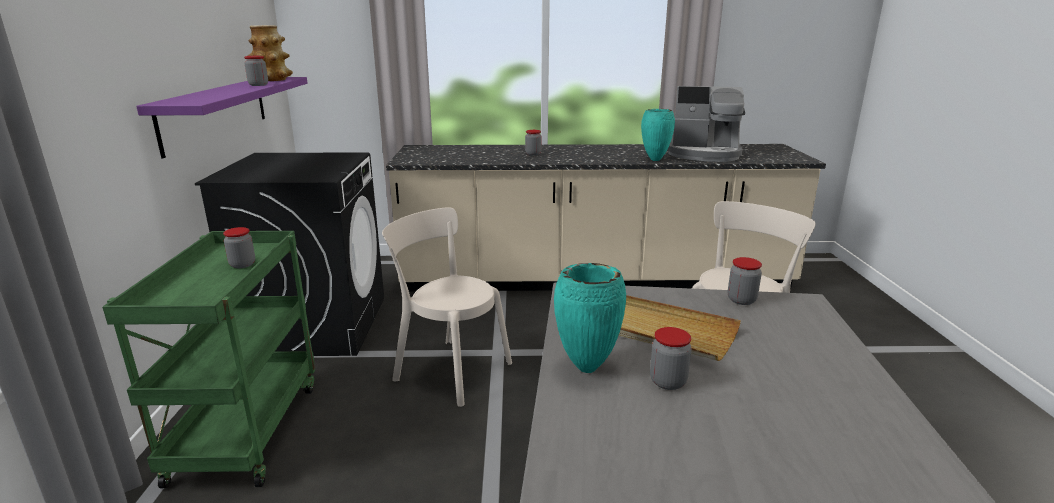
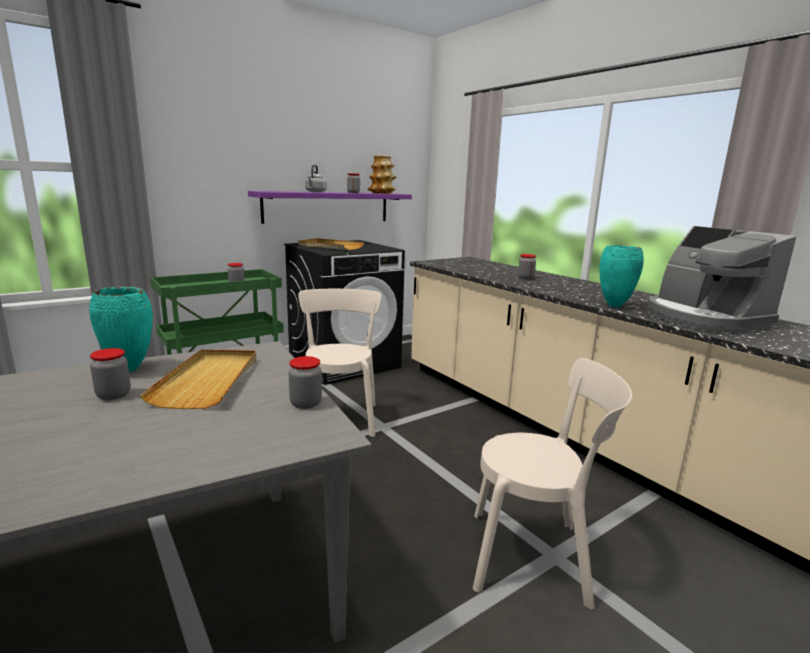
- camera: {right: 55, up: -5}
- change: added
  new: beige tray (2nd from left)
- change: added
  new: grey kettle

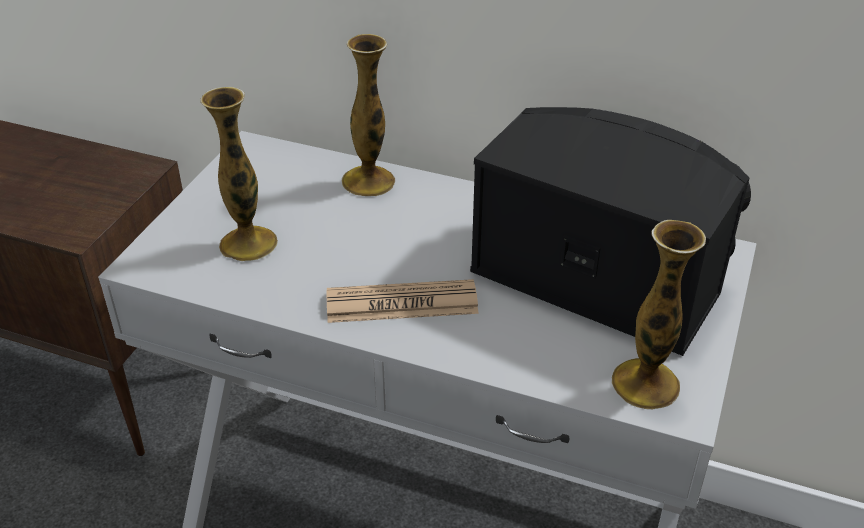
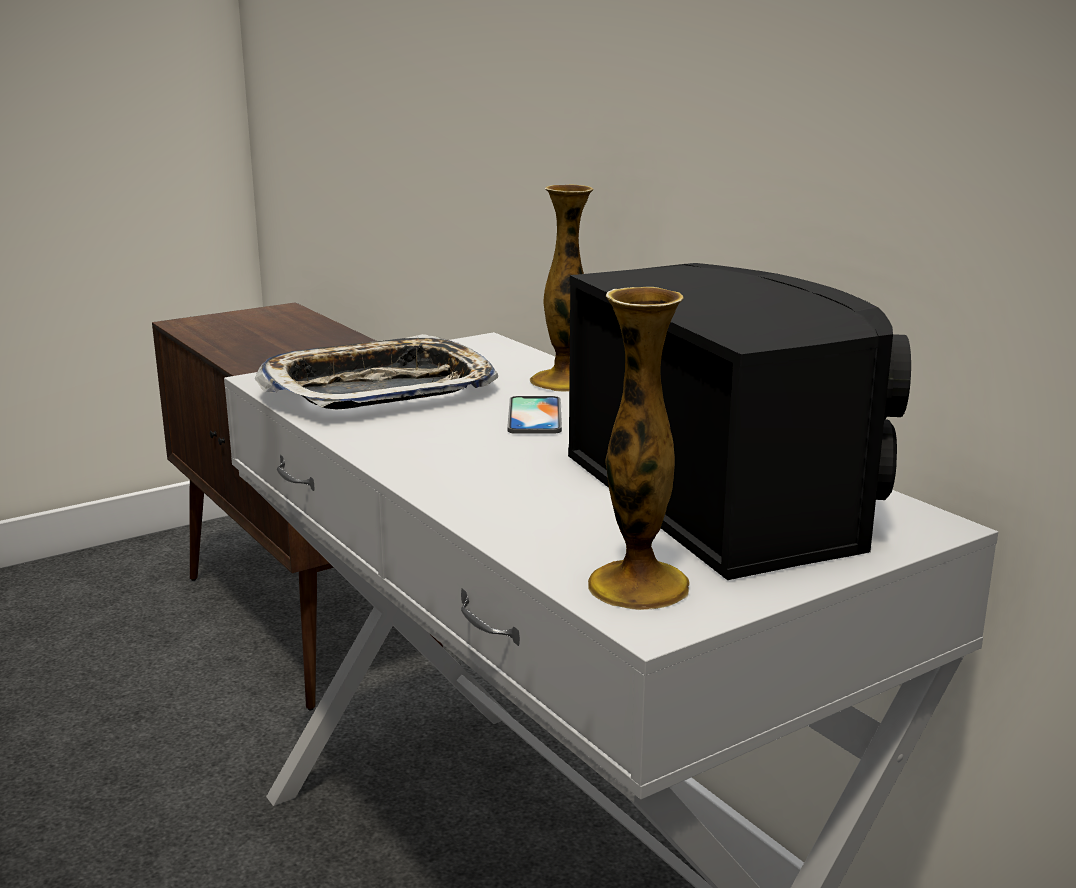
- camera: {right: 35, up: -20}
- change: replaced
  old: vase (1st from left)
  new: tray
- change: removed
  old: newspaper
- change: added
  new: phone

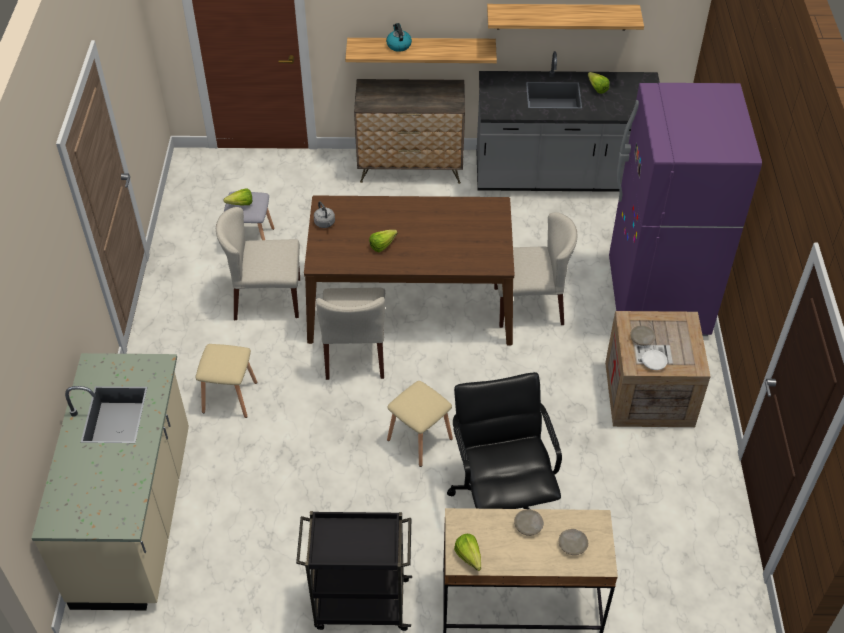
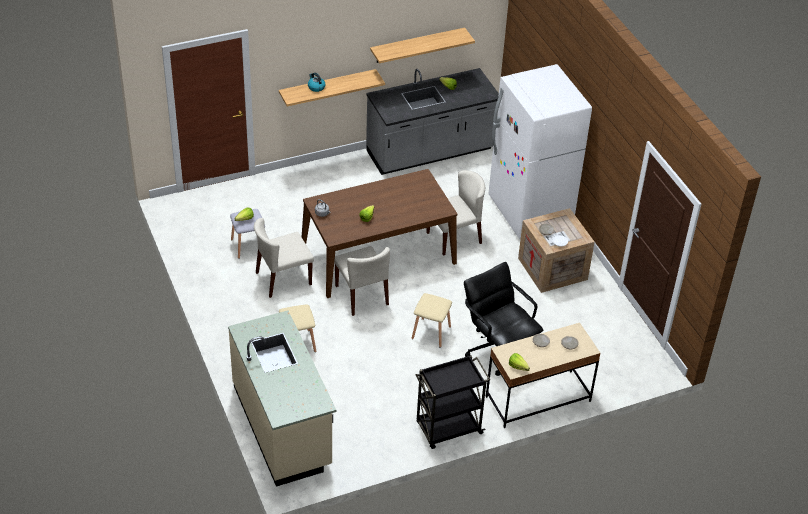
- camera: {right: -25, up: -5}
- change: removed
  old: dresser
- change: recoloured
  old: purple fridge
  new: white fridge

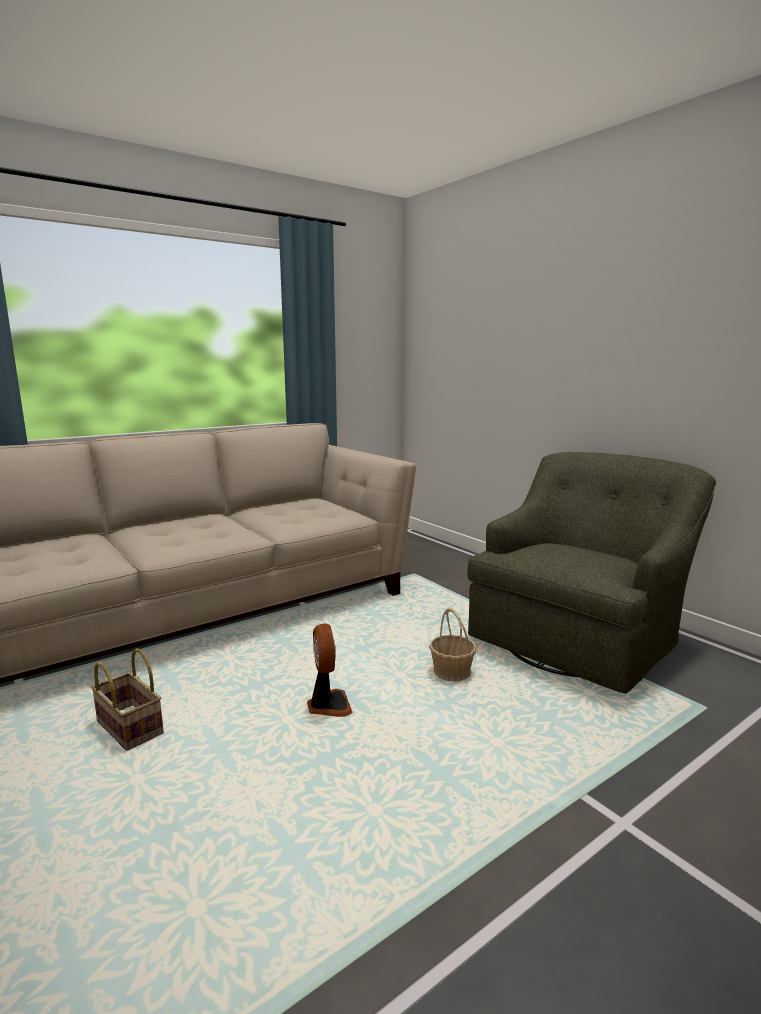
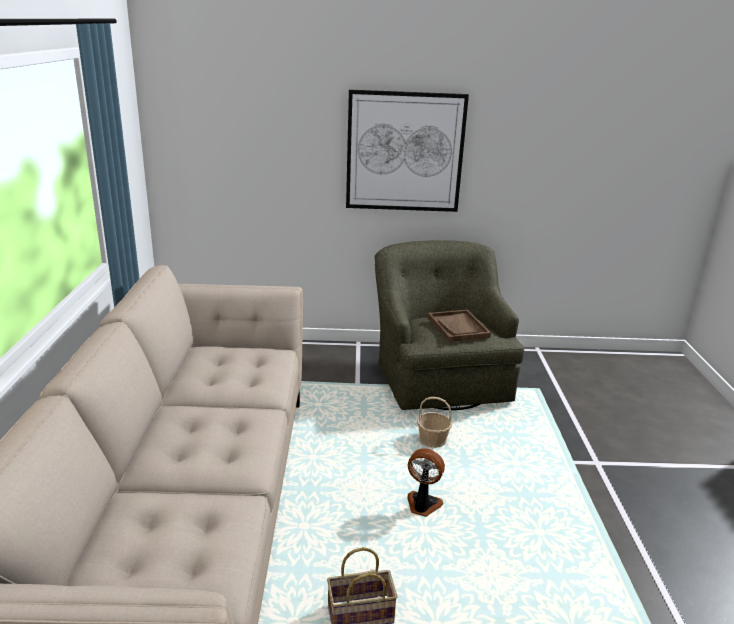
- camera: {right: -55, up: 10}
- change: added
  new: picture
- change: added
  new: brown tray

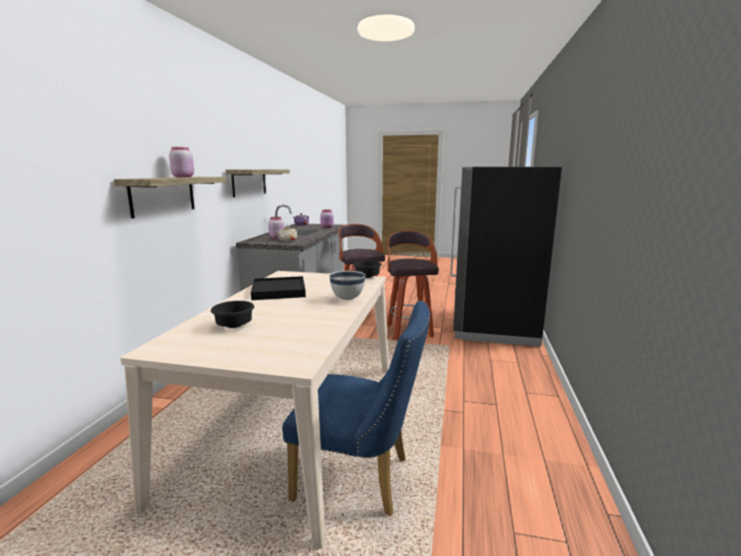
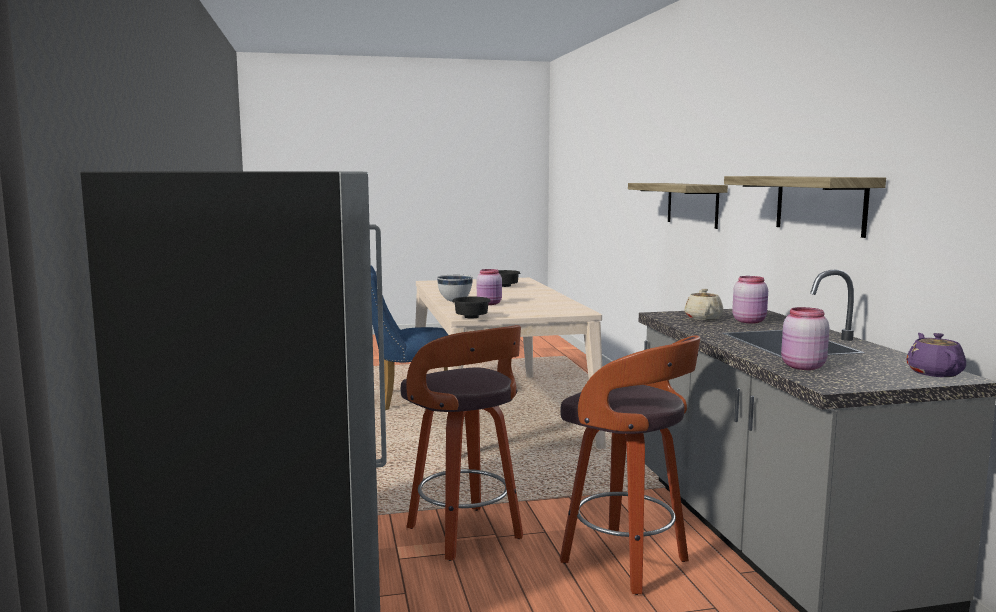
- camera: {right: 155, up: -5}
- change: moved
  old: pink jar (1st from left)
- change: removed
  old: black tray

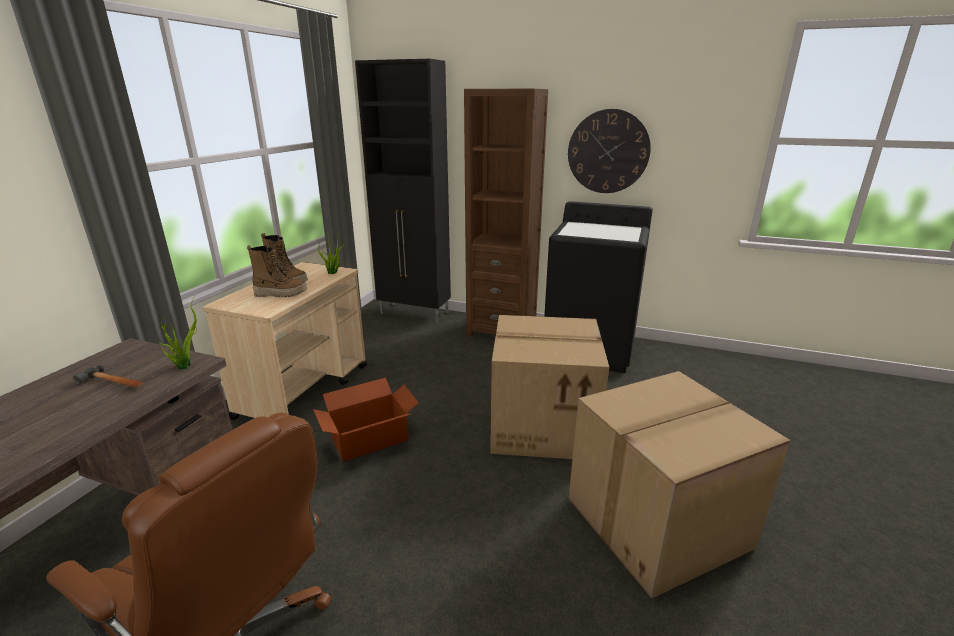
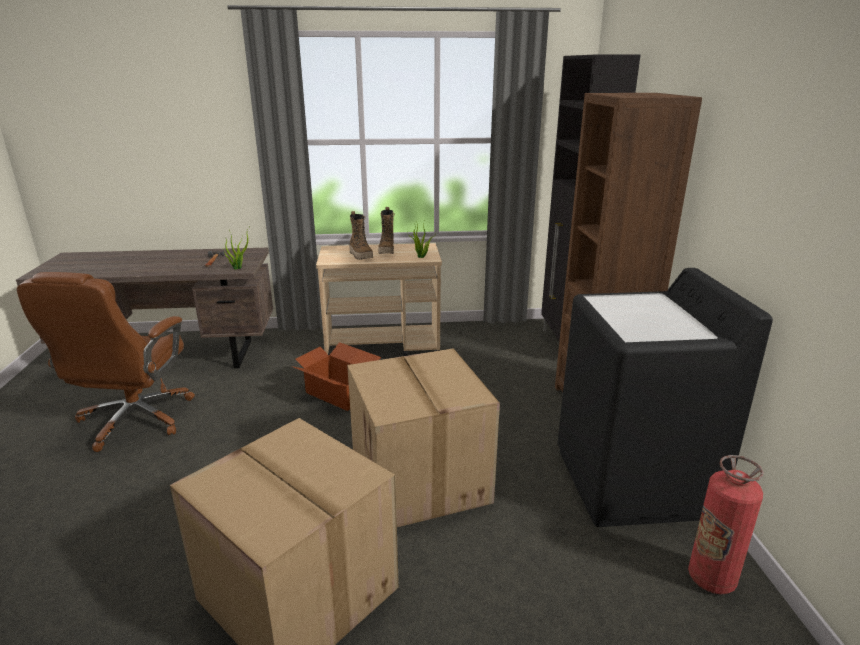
- camera: {right: 65, up: 0}
- change: removed
  old: wall clock
- change: added
  new: fire extinguisher

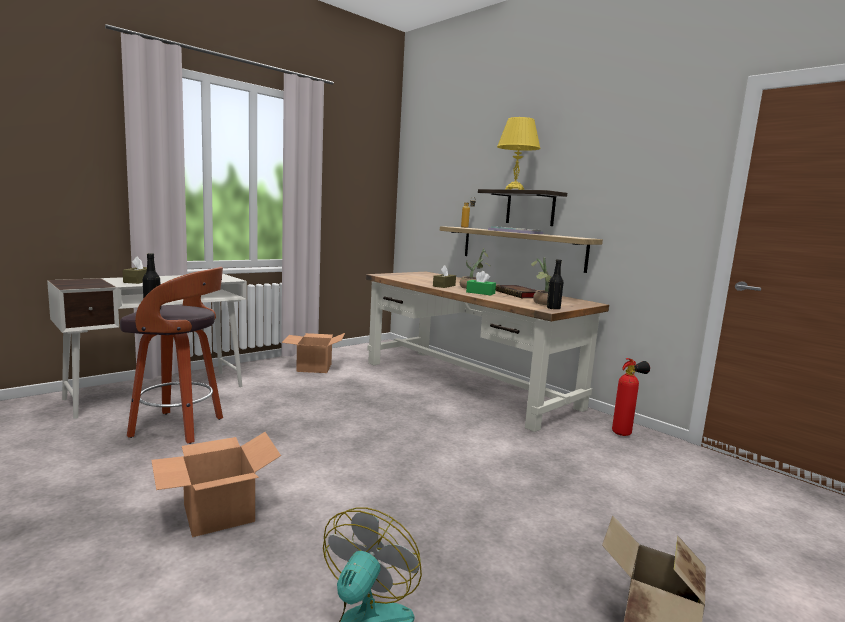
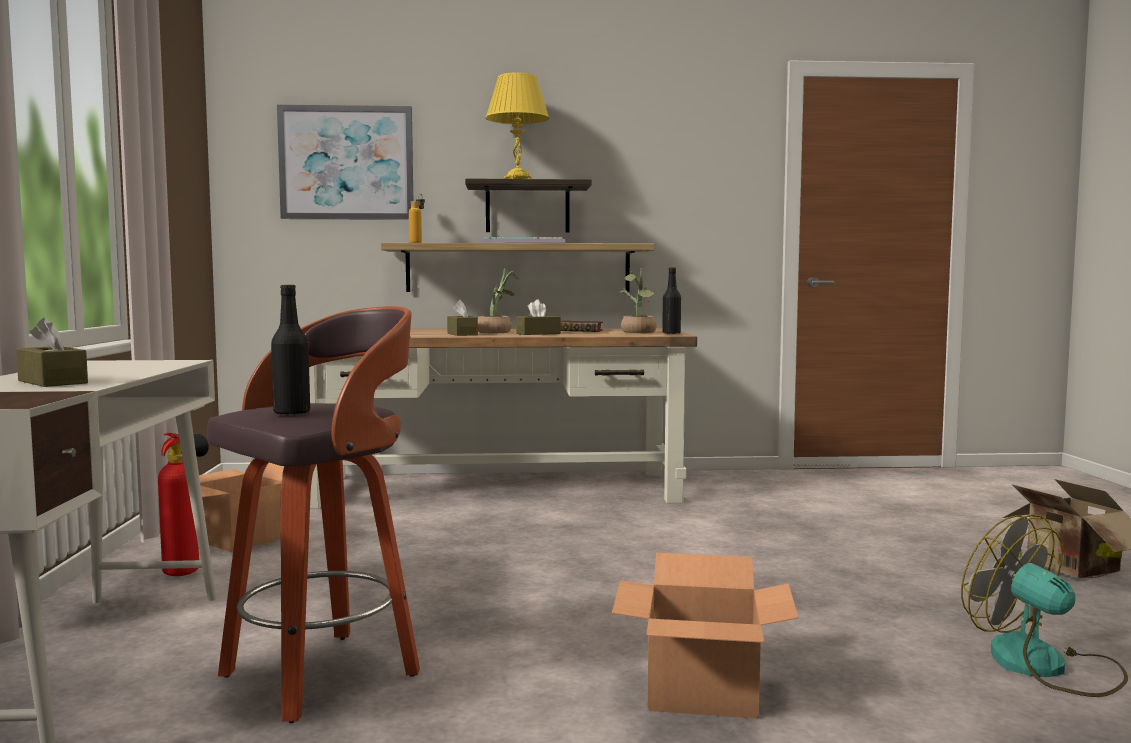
- camera: {right: -50, up: -5}
- change: recoloured
  old: green tissue box
  new: brown tissue box (3rd from left)
- change: moved
  old: fire extinguisher
- change: added
  new: picture

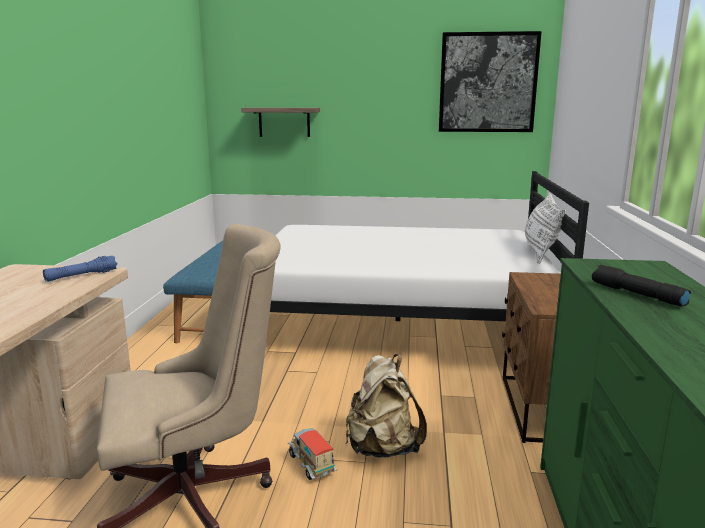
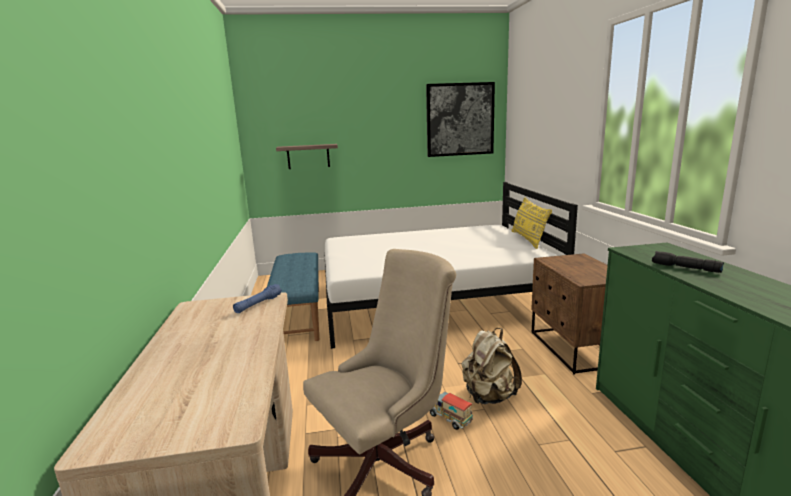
- camera: {right: -15, up: 0}
- change: recoloured
  old: white pillow
  new: yellow pillow

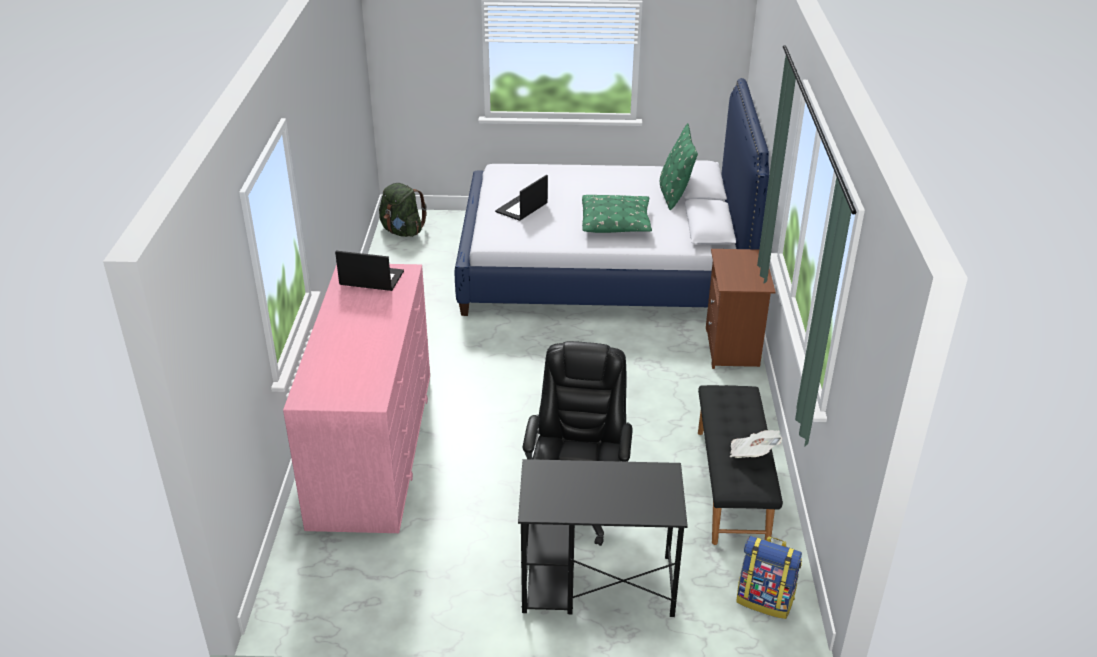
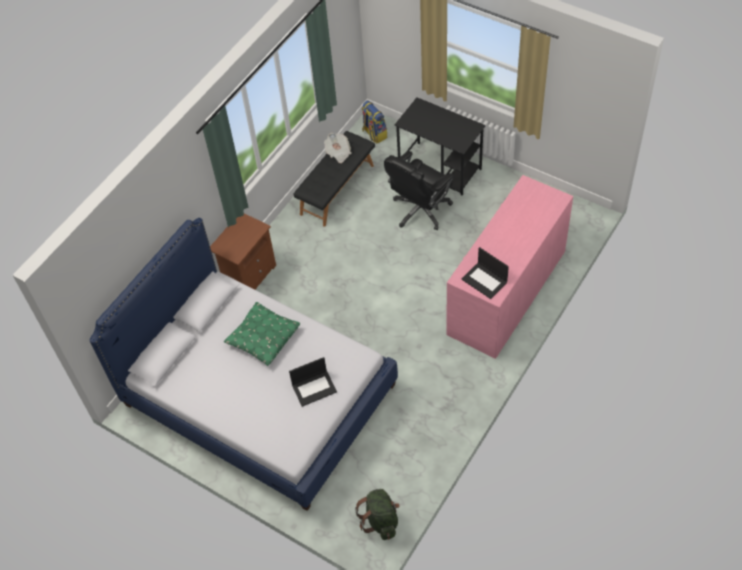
- camera: {right: -145, up: 20}
- change: removed
  old: green pillow (2nd from left)

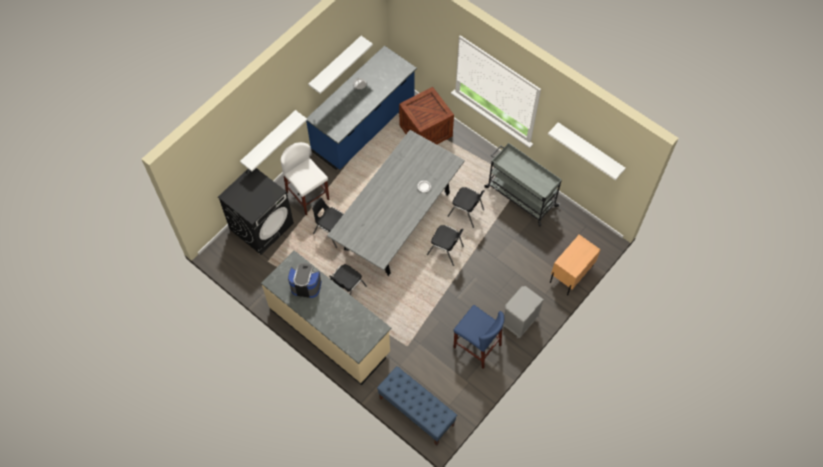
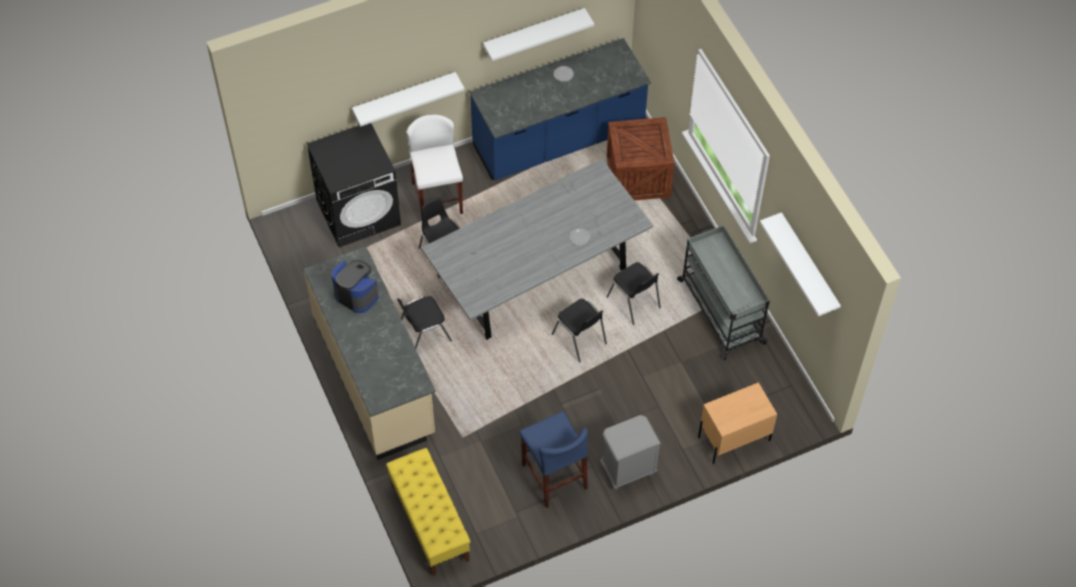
- camera: {right: 25, up: -5}
- change: recoloured
  old: blue bench
  new: yellow bench

